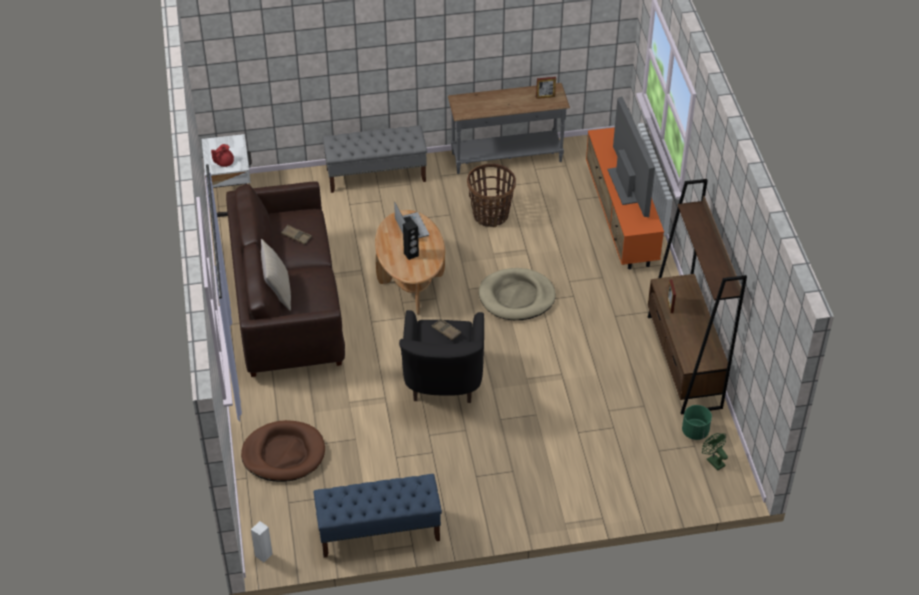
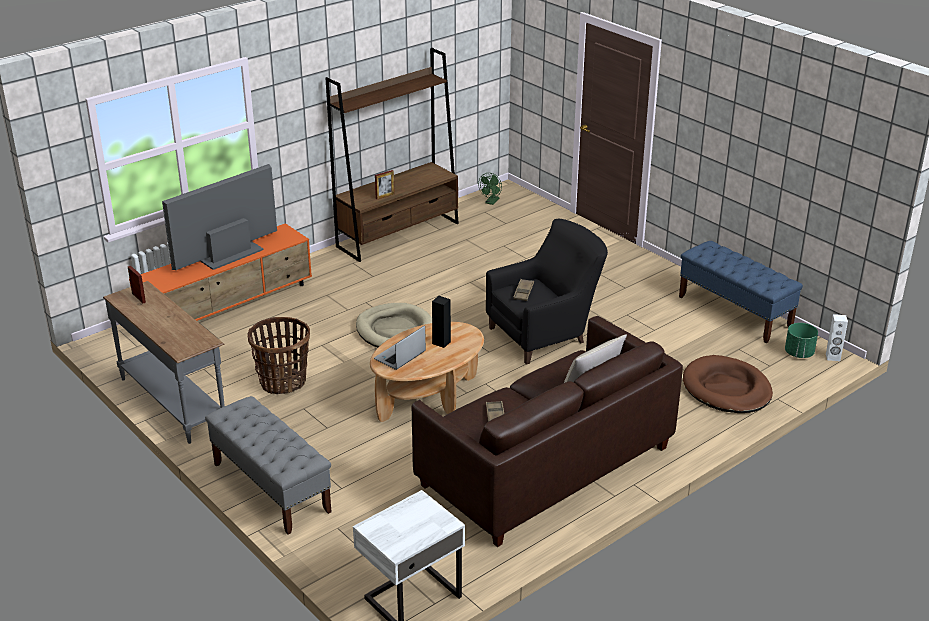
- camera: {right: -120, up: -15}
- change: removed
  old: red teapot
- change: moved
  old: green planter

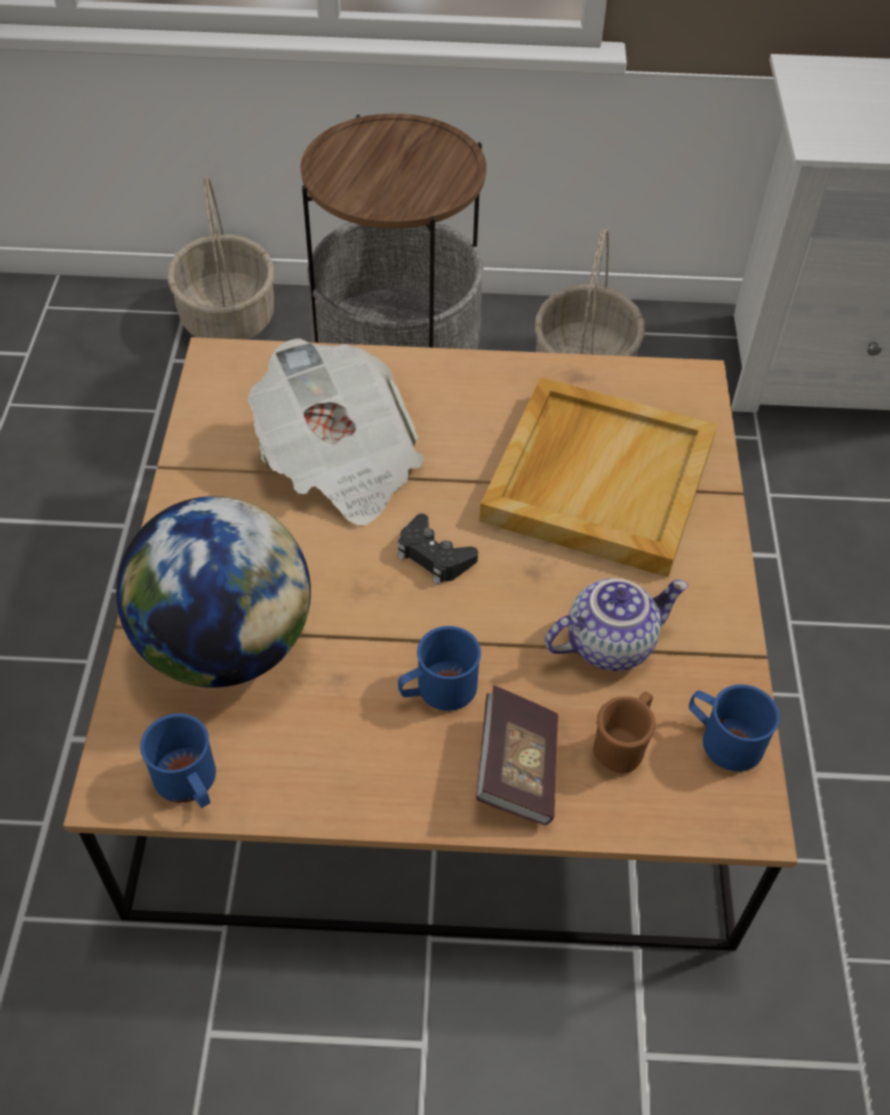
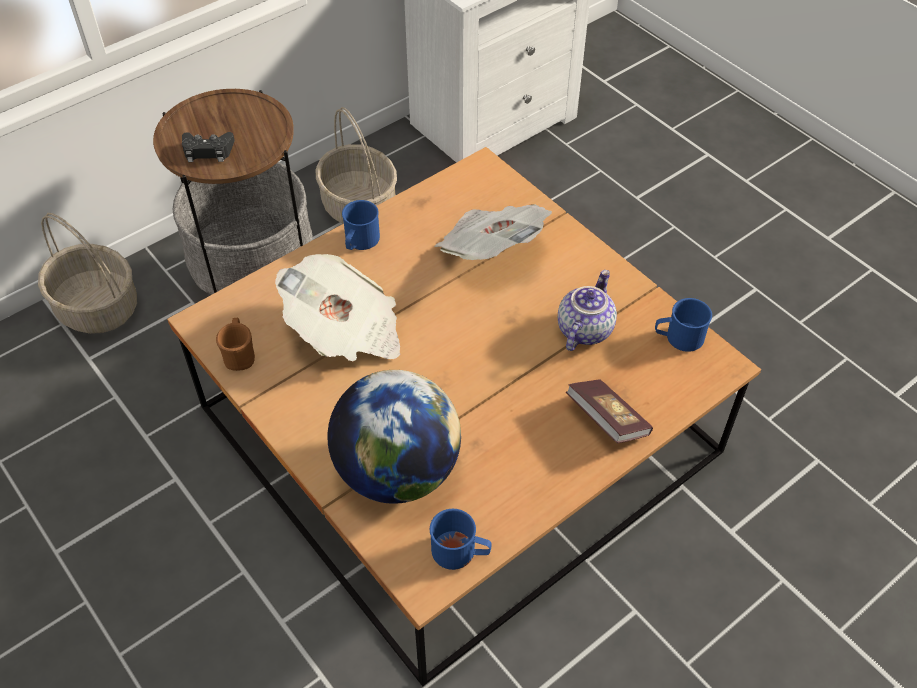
- camera: {right: -40, up: 0}
- change: moved
  old: black game controller
- change: moved
  old: blue mug (2nd from left in the first image)
  new: blue mug (1st from left)
- change: replaced
  old: beige tray
  new: newspaper (2nd from left)
- change: moved
  old: brown mug

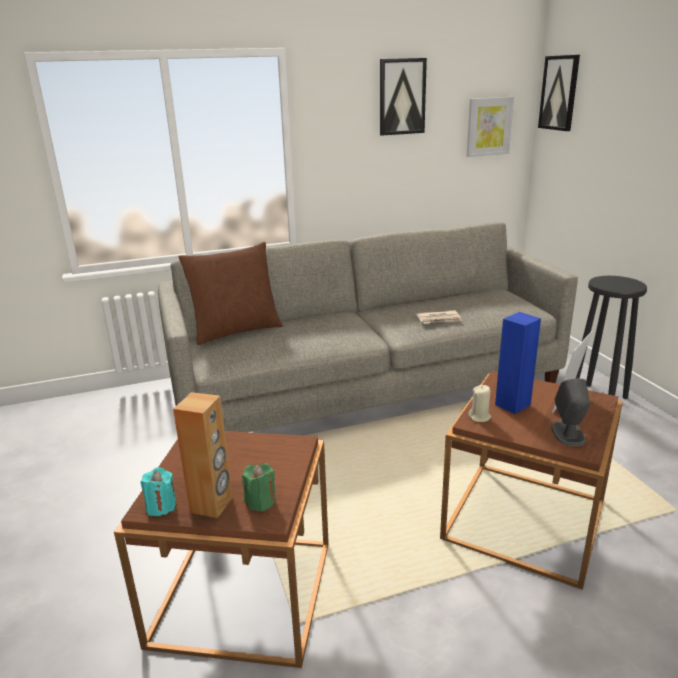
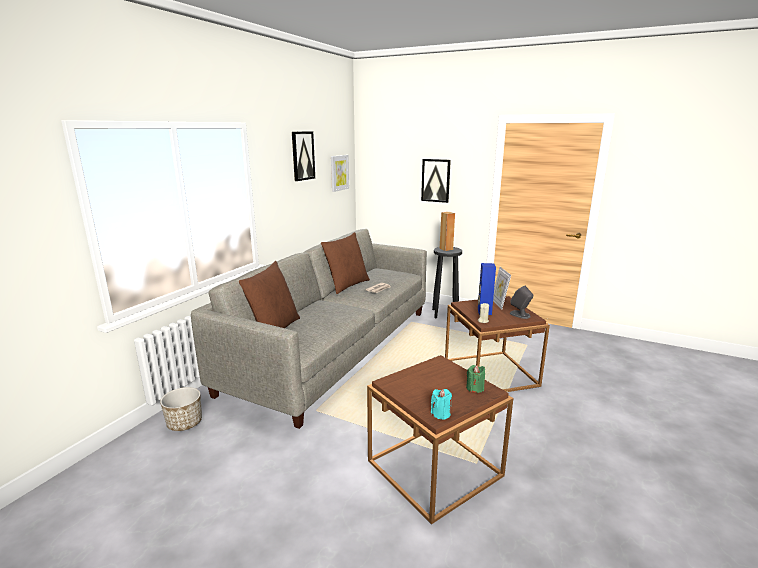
- camera: {right: -45, up: -5}
- change: moved
  old: brown speaker
- change: moved
  old: picture (3rd from left)
- change: added
  new: planter
- change: added
  new: brown pillow (2nd from left)

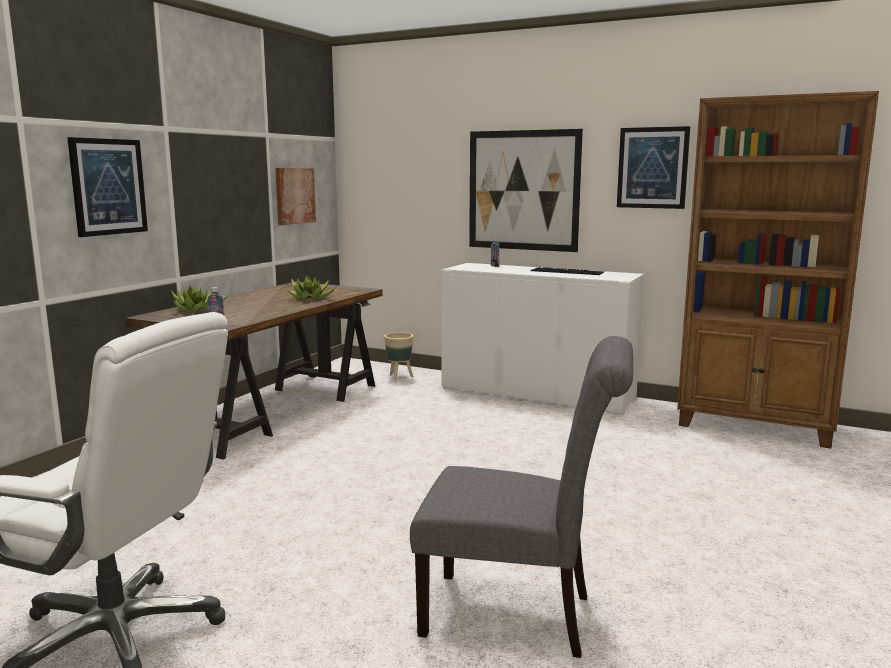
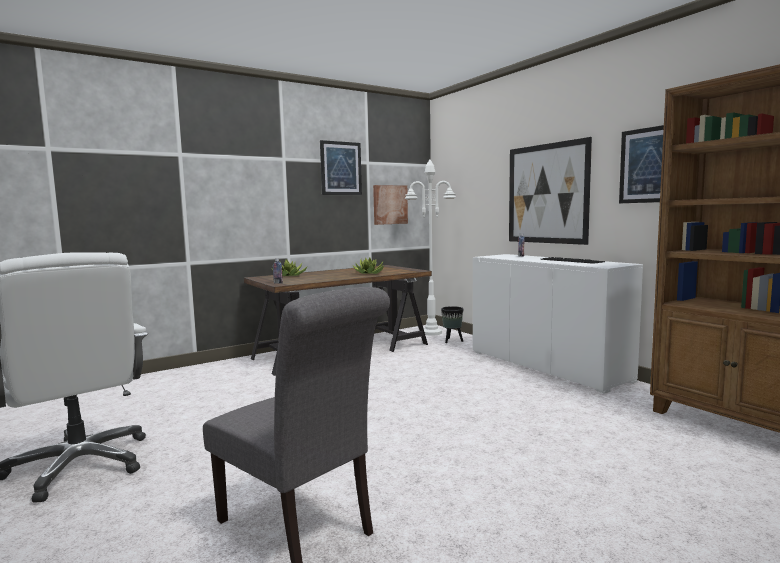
- camera: {right: 30, up: -5}
- change: moved
  old: picture (1st from left)
- change: recoloured
  old: beige planter
  new: black planter
- change: added
  new: white floor lamp

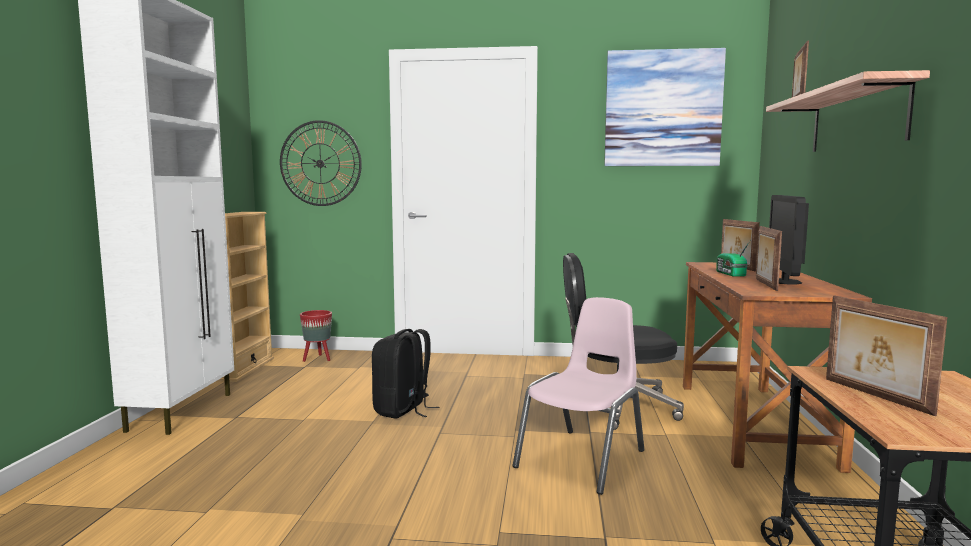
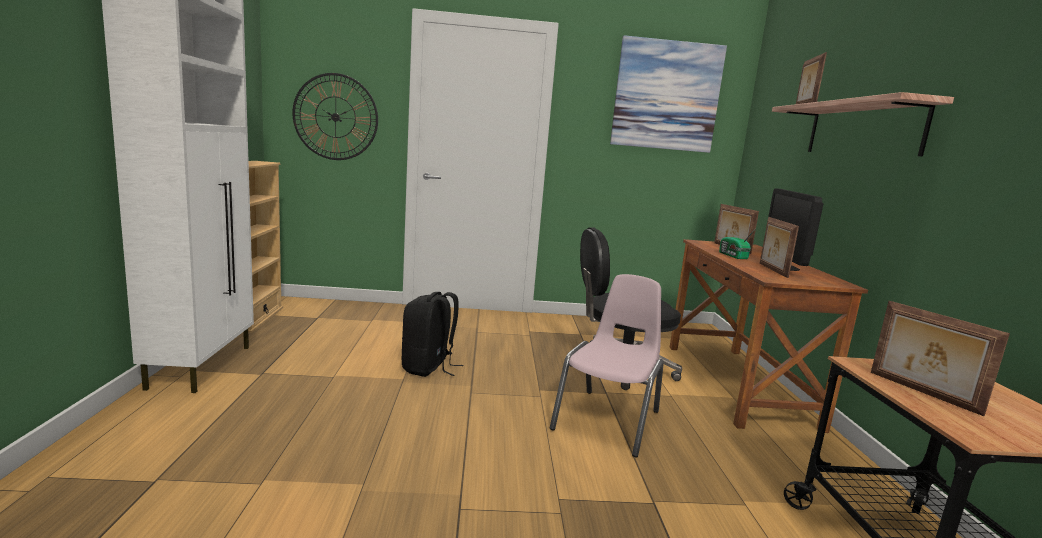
- camera: {right: -10, up: 5}
- change: removed
  old: red planter

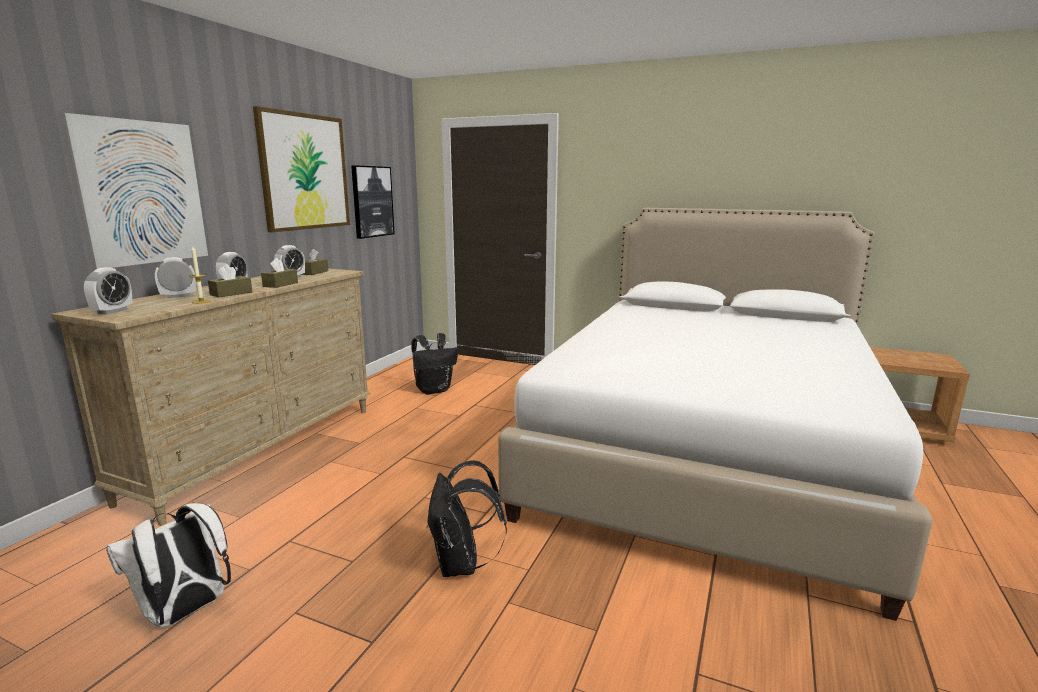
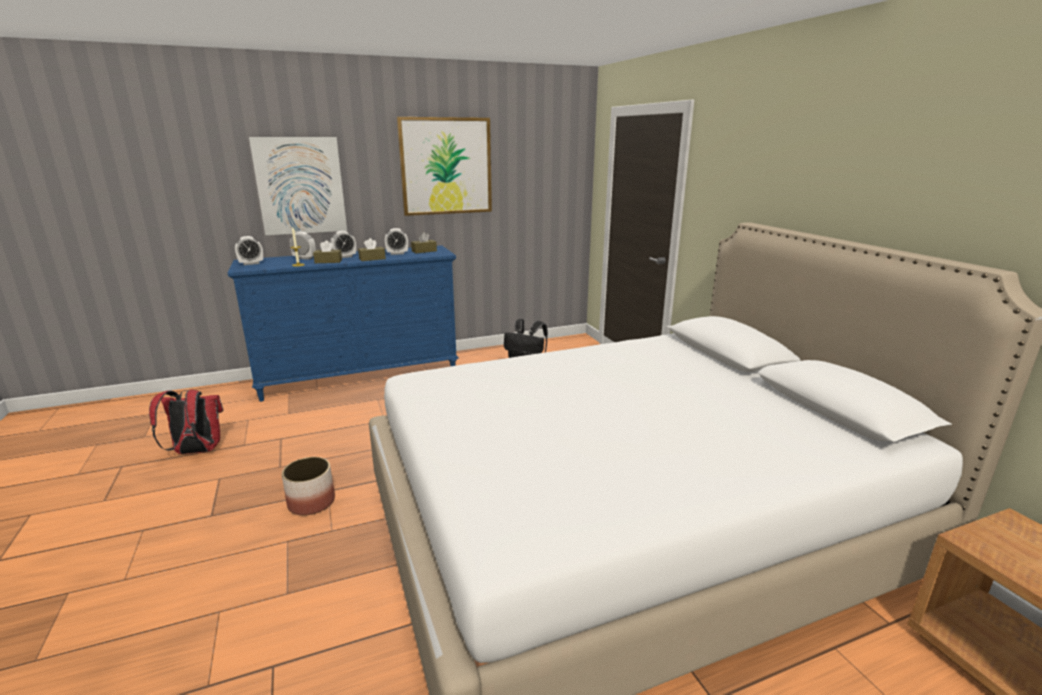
- camera: {right: 45, up: 5}
- change: recoloured
  old: beige dresser
  new: blue dresser
- change: recoloured
  old: white backpack
  new: red backpack
- change: removed
  old: picture (3rd from left)
- change: replaced
  old: black backpack (2nd from left)
  new: planter

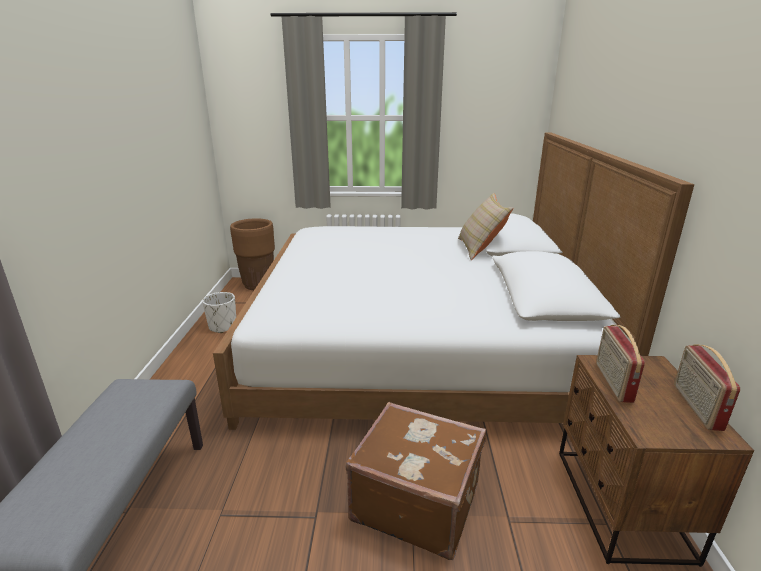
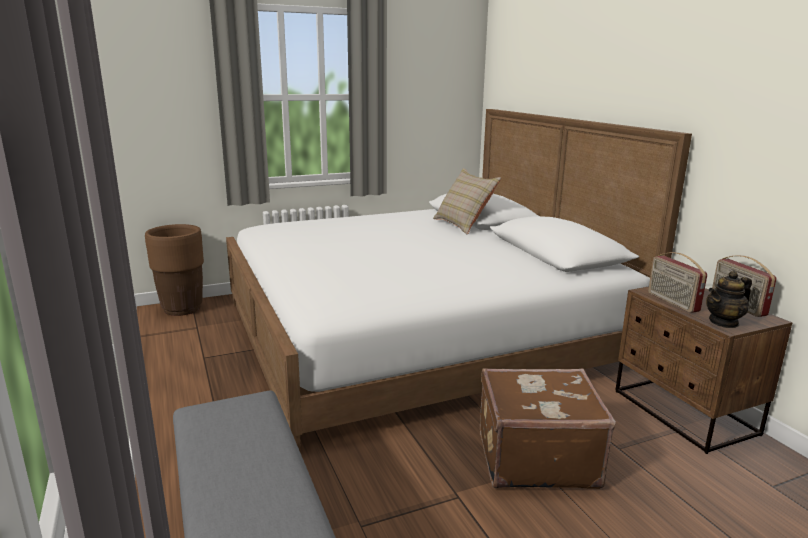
- camera: {right: -25, up: -5}
- change: removed
  old: white planter
- change: added
  new: teapot

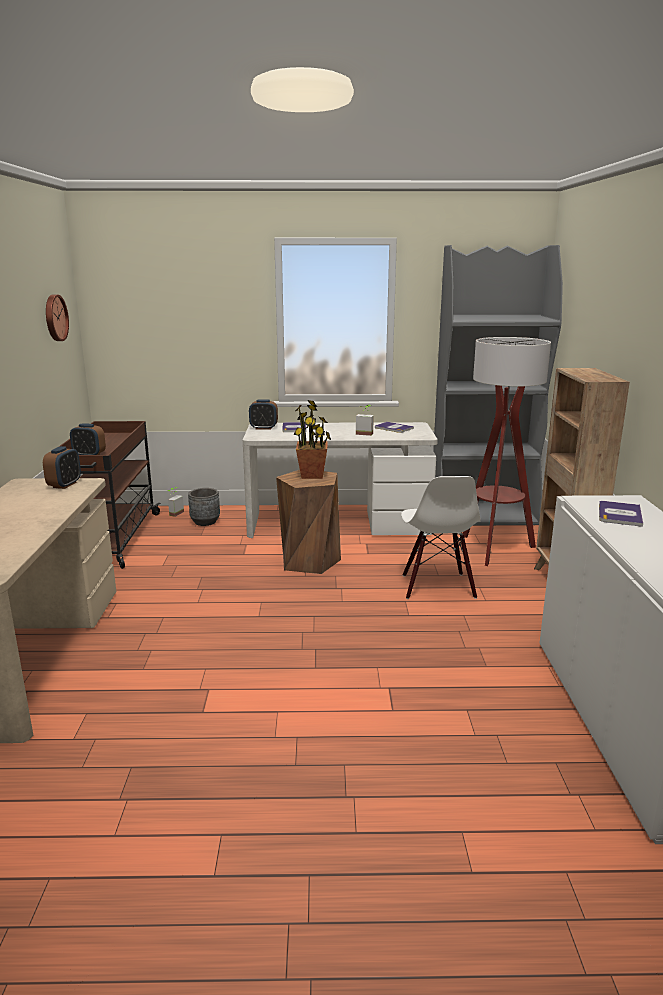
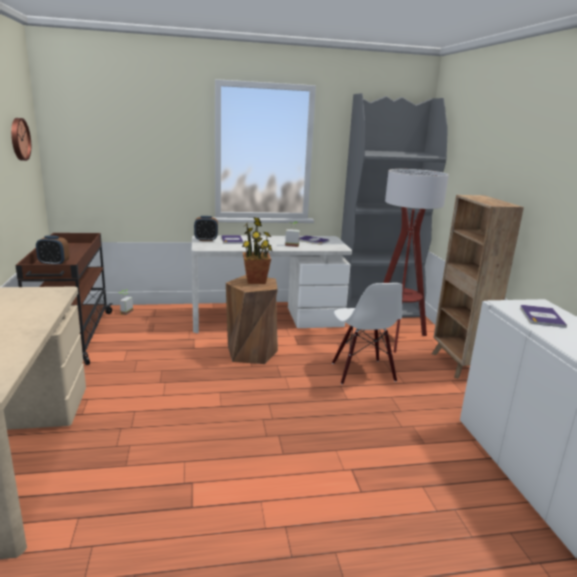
- camera: {right: -10, up: 0}
- change: removed
  old: alarm clock (1st from left)
- change: removed
  old: grey planter

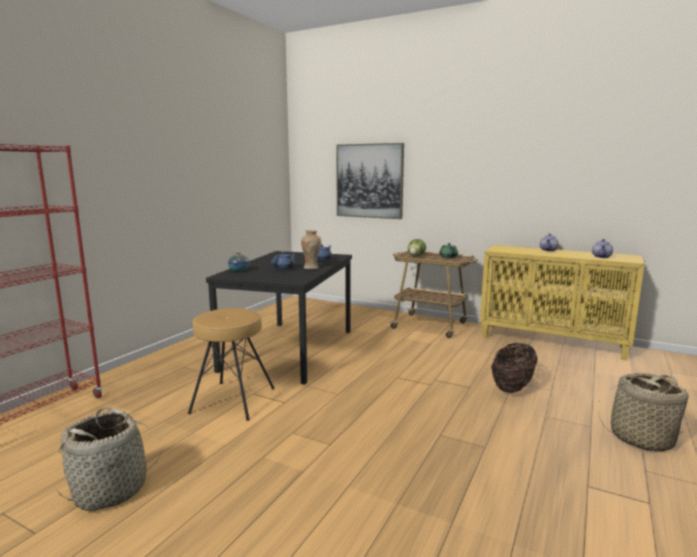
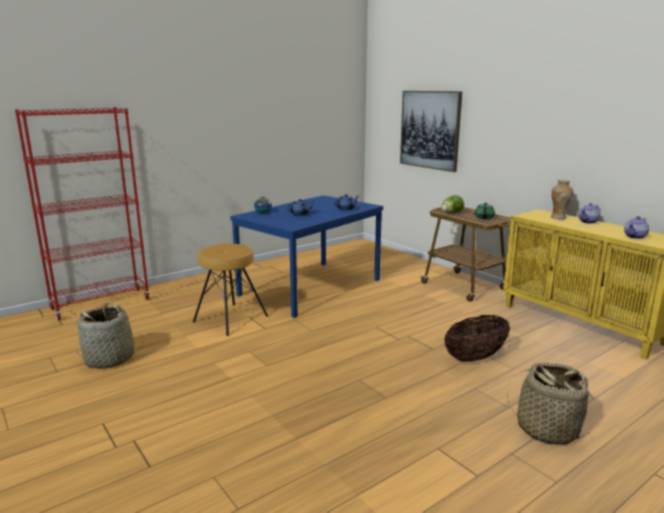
- camera: {right: 25, up: 5}
- change: recoloured
  old: black dining table
  new: blue dining table
- change: moved
  old: vase (2nd from left)

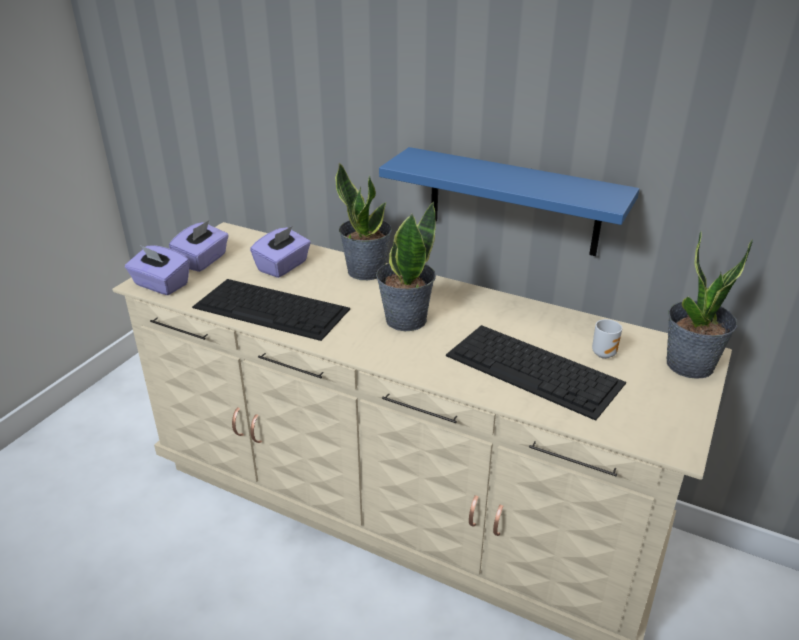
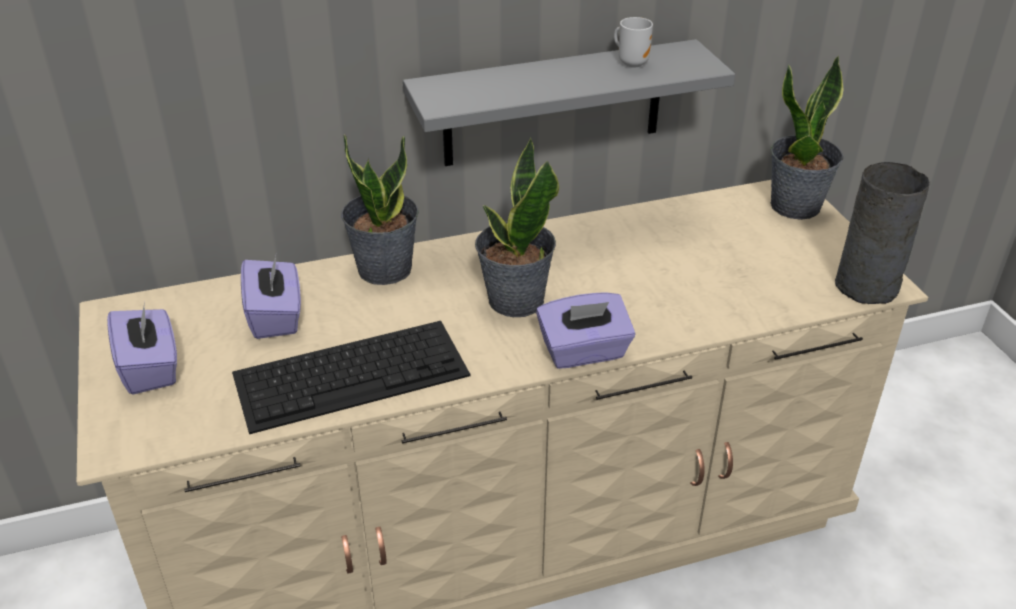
- camera: {right: -45, up: 5}
- change: moved
  old: purple tissue box (1st from left in the first image)
  new: purple tissue box (3rd from left)
- change: recoloured
  old: blue shelf
  new: grey shelf
- change: removed
  old: keyboard (2nd from left)
- change: moved
  old: mug
- change: added
  new: grey vase

